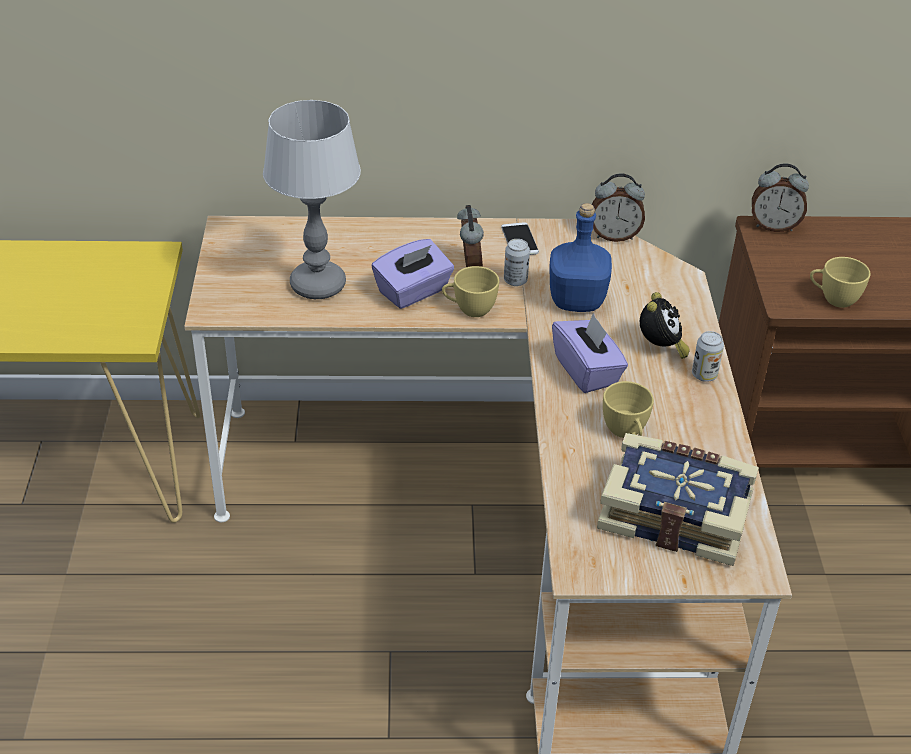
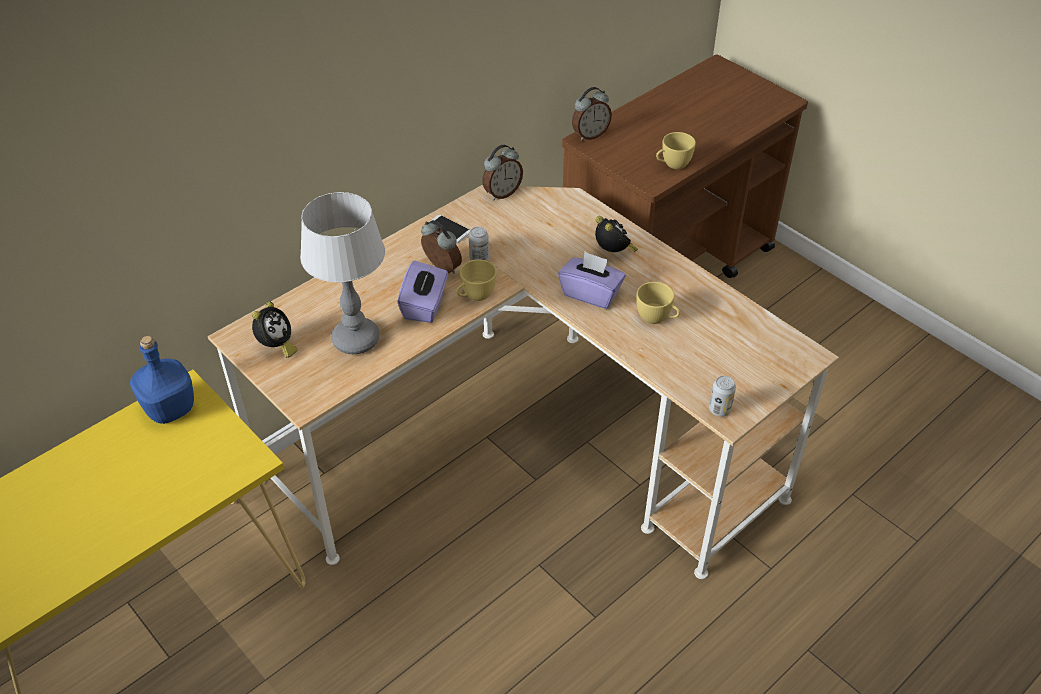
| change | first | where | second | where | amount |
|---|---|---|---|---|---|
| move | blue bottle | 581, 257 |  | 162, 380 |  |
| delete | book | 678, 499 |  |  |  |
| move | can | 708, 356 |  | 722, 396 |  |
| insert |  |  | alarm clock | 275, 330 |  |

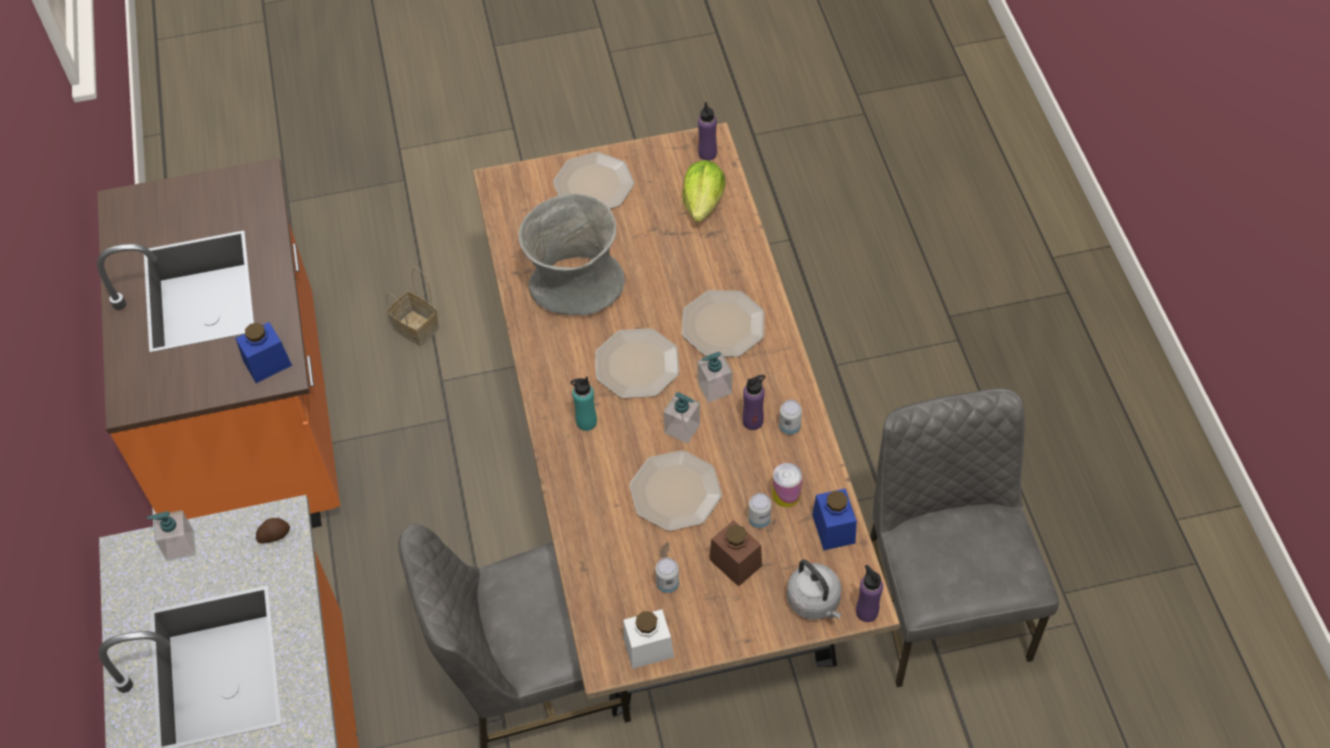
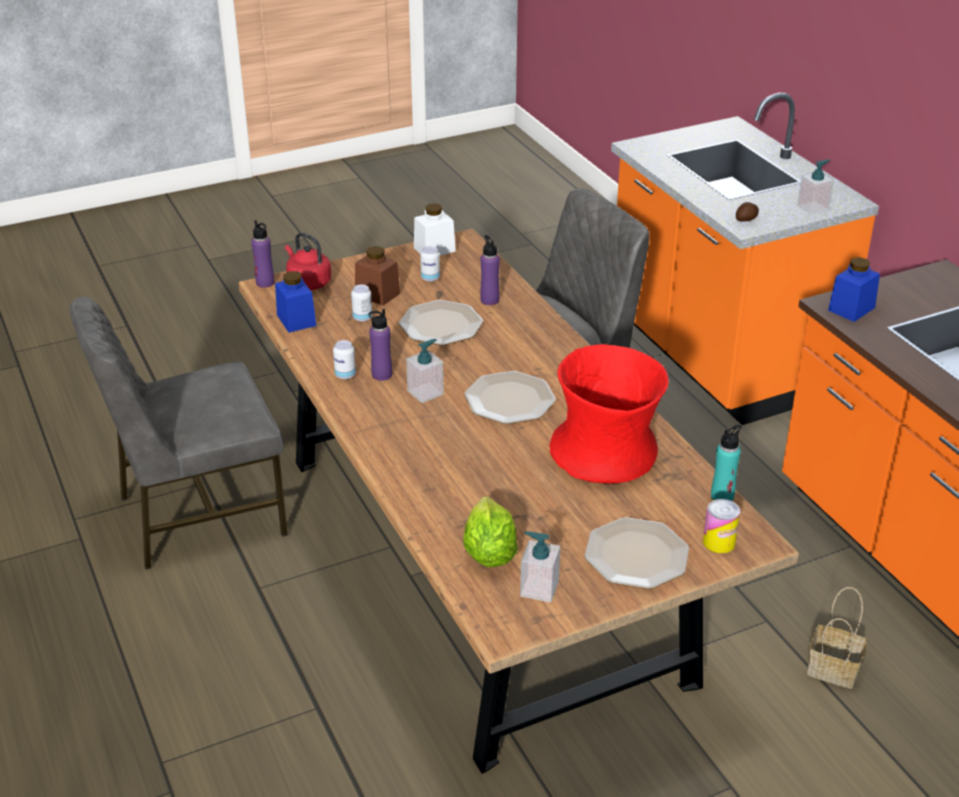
| change | first | where | second | where | amount |
|---|---|---|---|---|---|
| recolor | grey vase | 571, 255 | red vase | 609, 414 |  |
| move | turquoise bottle | 583, 403 |  | 726, 463 |  |
| move | soap dispenser | 682, 417 |  | 540, 567 |  |
| delete | plate | 723, 323 |  |  |  |
| move | purple bottle | 707, 131 |  | 490, 270 |  |
| move | can | 787, 485 |  | 721, 526 |  |
| recolor | grey kettle | 814, 590 | red kettle | 308, 261 |  |
| rotate | grey chair | 964, 537 |  | 178, 433 | 90 degrees clockwise |

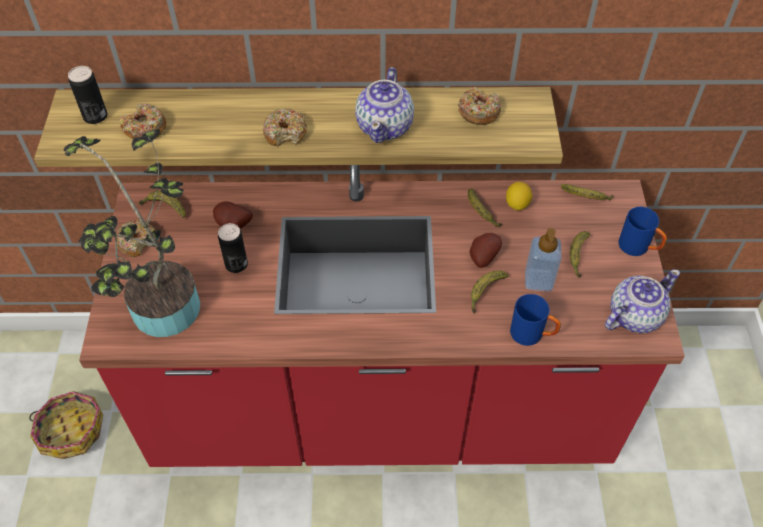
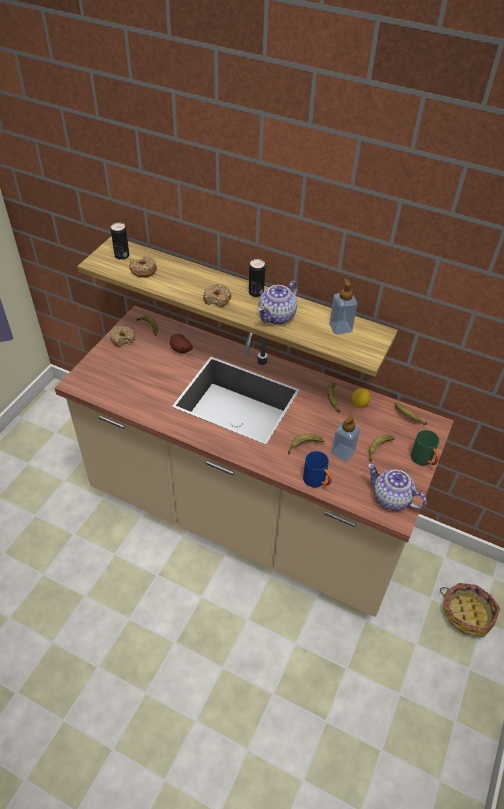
| change | first | where | second | where | amount |
|---|---|---|---|---|---|
| move | basket | 66, 425 |  | 470, 610 |  |
| delete | potted plant | 132, 233 |  |  |  |
| recolor | red counter | 382, 316 | beige counter | 254, 461 |  |
| move | can | 233, 248 |  | 257, 278 |  |
| replace | donut | 479, 106 | soap dispenser | 343, 307 |  |
| delete | potato | 485, 250 |  |  |  |
| rotate | teapot | 642, 301 |  | 397, 487 | 135 degrees counterclockwise |
| recolor | blue mug | 643, 231 | green mug | 425, 447 |  |

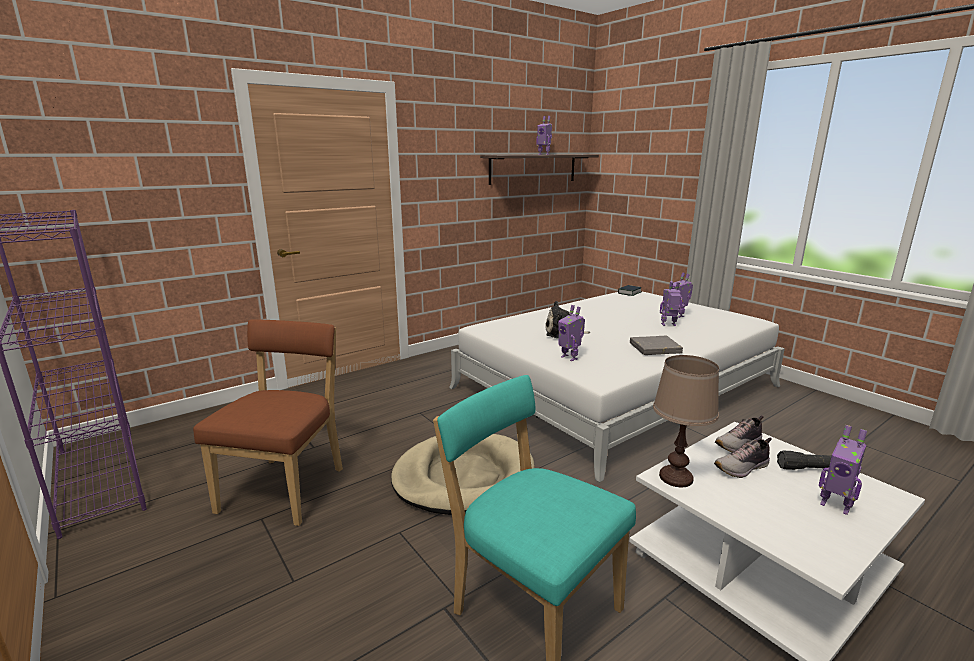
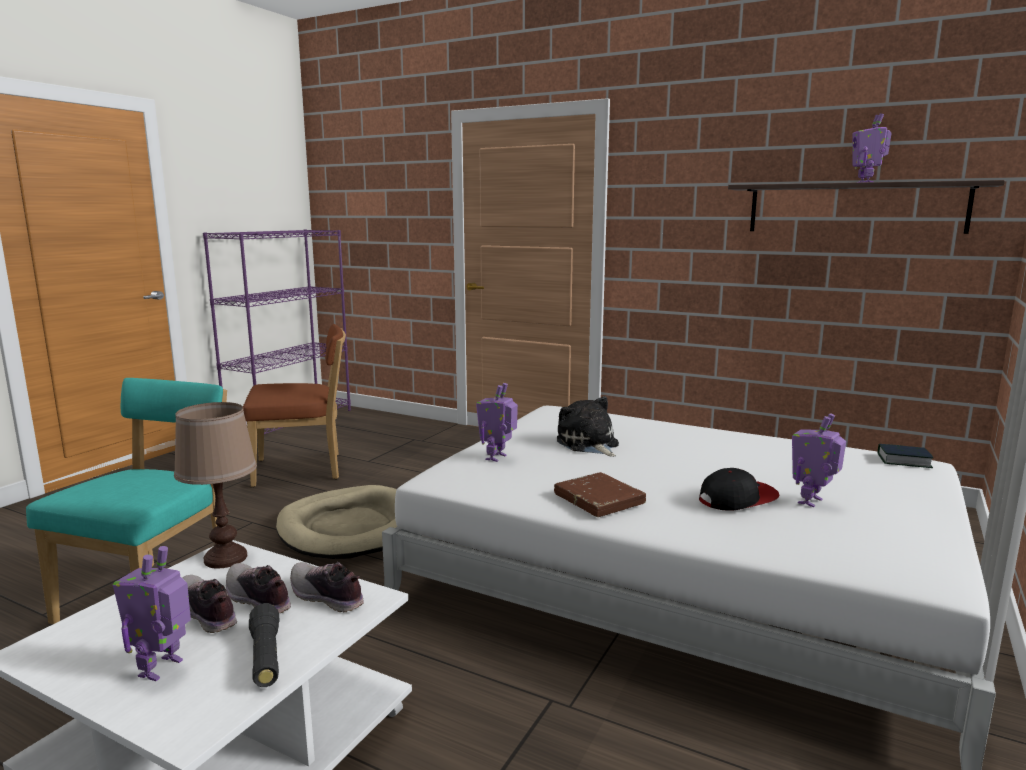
| change | first | where | second | where | amount |
|---|---|---|---|---|---|
| recolor | grey book | 656, 345 | brown book | 600, 494 |  |
| replace | toy robot | 670, 303 | cap | 739, 489 |  |
| insert |  |  | shoe | 210, 604 |  |

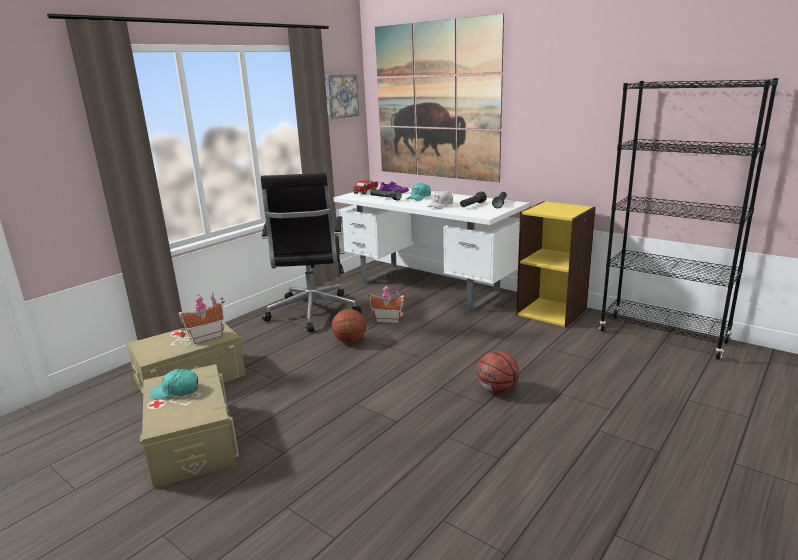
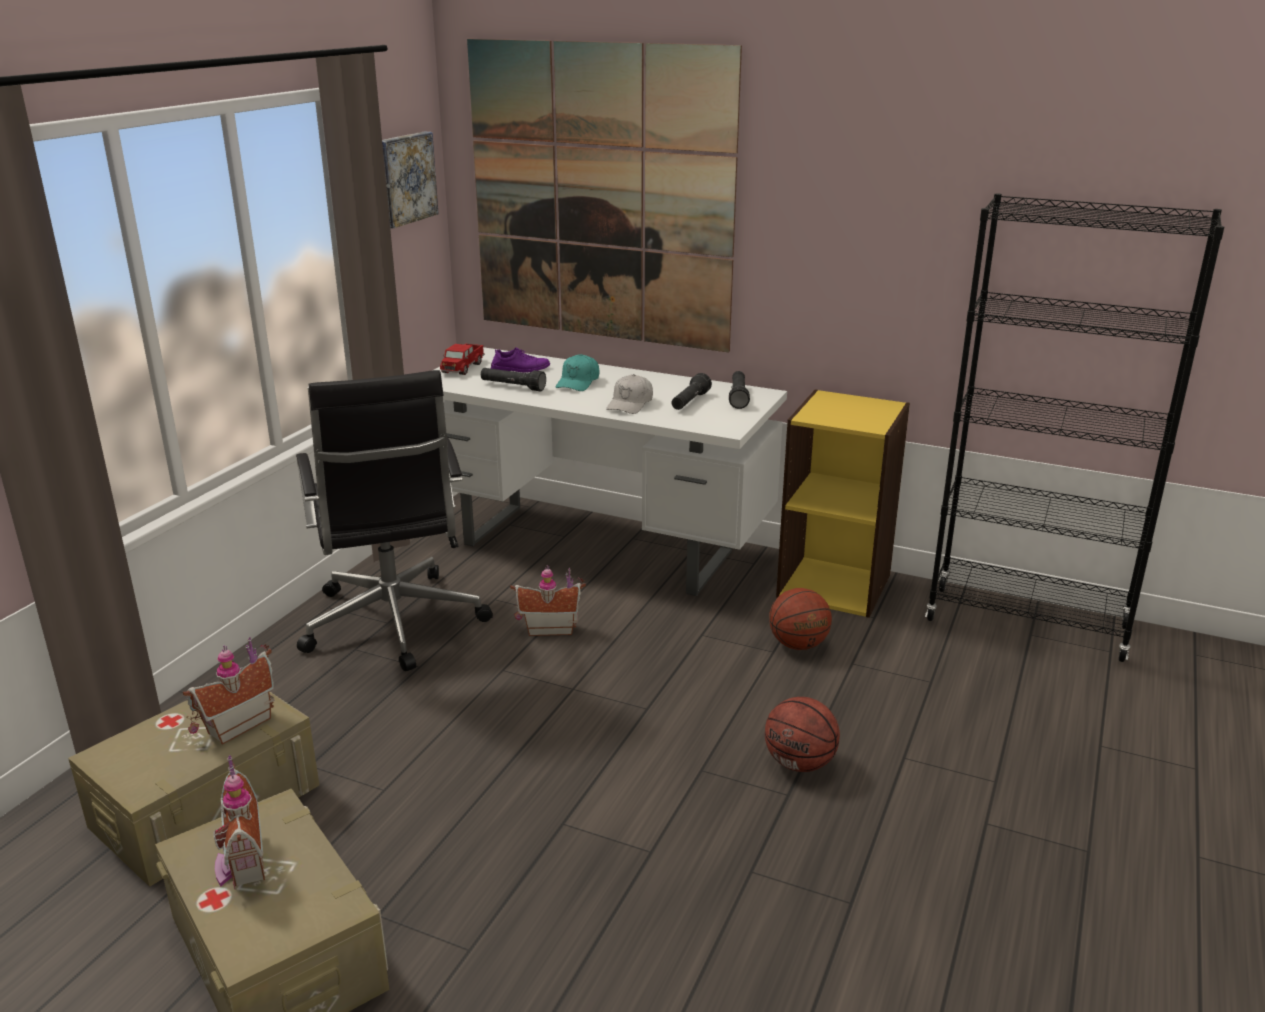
| change | first | where | second | where | amount |
|---|---|---|---|---|---|
| replace | turquoise cap | 174, 384 | toy house | 239, 822 |  |
| move | basketball | 349, 326 |  | 800, 619 |  |

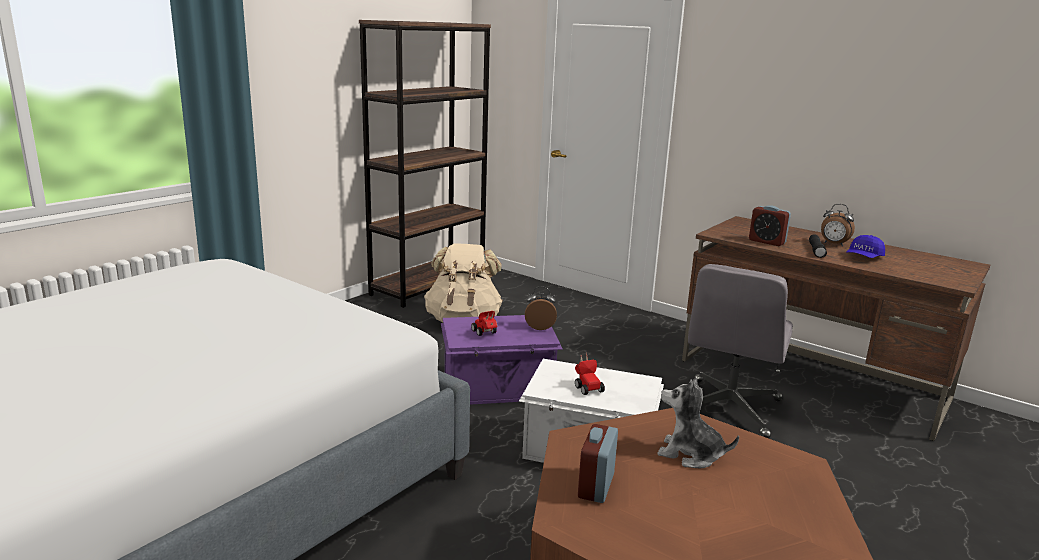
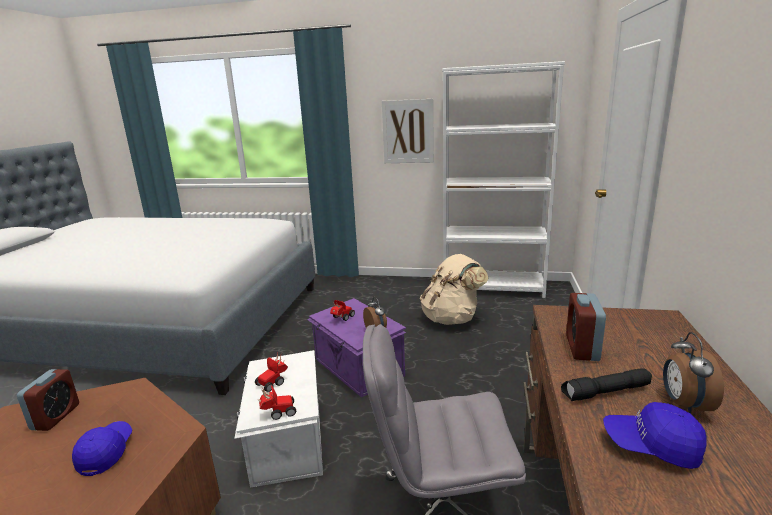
| change | first | where | second | where | amount |
|---|---|---|---|---|---|
| recolor | brown bookcase | 425, 164 | white bookcase | 503, 179 |  |
| rotate | alarm clock | 598, 463 |  | 48, 400 | 105 degrees clockwise |
| replace | plush toy | 698, 423 | blue cap | 102, 448 |  |
| insert |  |  | toy car | 277, 402 |  |
| insert |  |  | picture | 408, 131 |  |

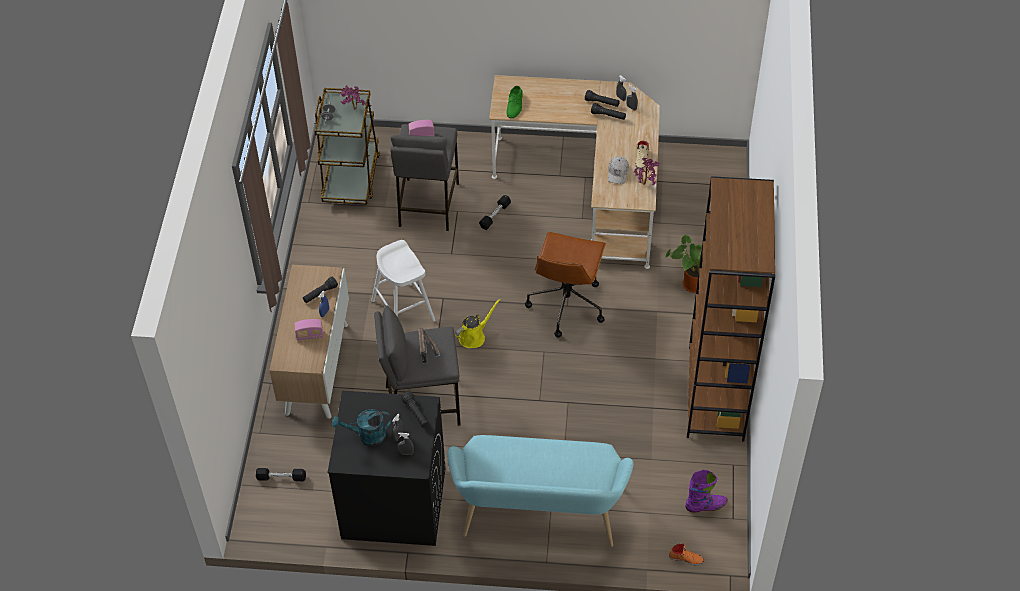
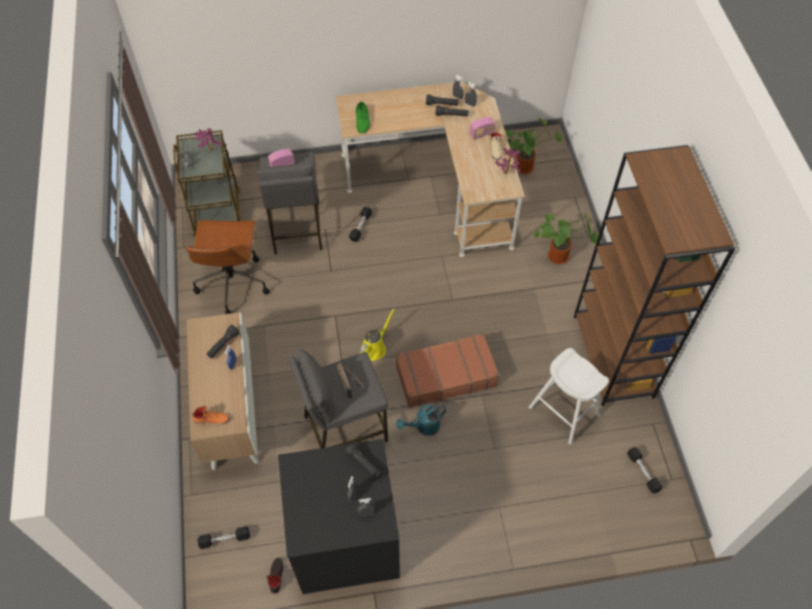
| change | first | where | second | where | amount |
|---|---|---|---|---|---|
| move | radio | 309, 329 |  | 482, 128 |  |
| move | turquoise watering can | 361, 427 |  | 421, 420 |  |
| move | white stool | 403, 281 |  | 569, 396 |  |
| delete | turquoise bench | 540, 491 |  |  |  |
| move | brown office chair | 565, 285 |  | 227, 267 |  |
| delete | white cap | 618, 170 |  |  |  |
| move | orange shoe | 686, 554 |  | 210, 415 |  |
| replace | purple boot | 706, 491 | black dumbbell | 644, 470 |  |
| insert |  |  | black shoe | 275, 575 |  |
| insert |  |  | brown suitcase | 448, 370 |  |
| insert |  |  | potted plant | 533, 146 |  |

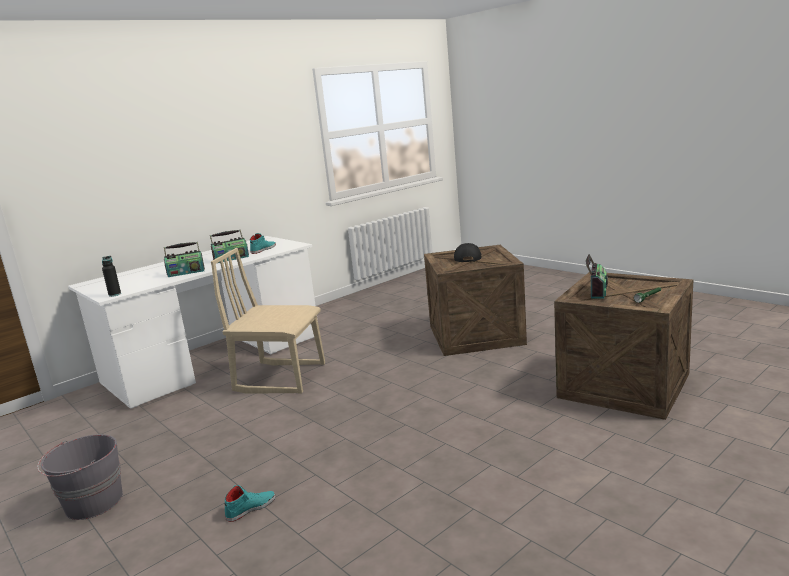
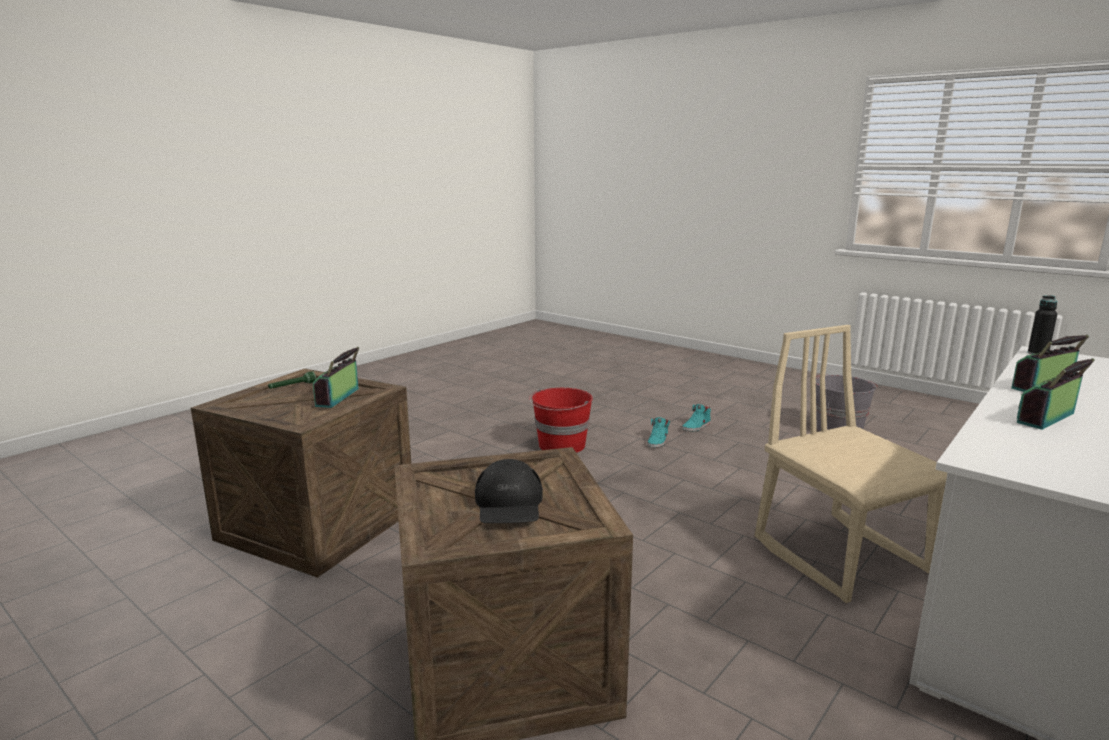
| change | first | where | second | where | amount |
|---|---|---|---|---|---|
| rotate | beige chair | 268, 321 |  | 851, 464 | 120 degrees counterclockwise |
| move | turquoise shoe | 263, 243 |  | 658, 432 |  |
| insert |  |  | red bucket | 561, 420 |  |

